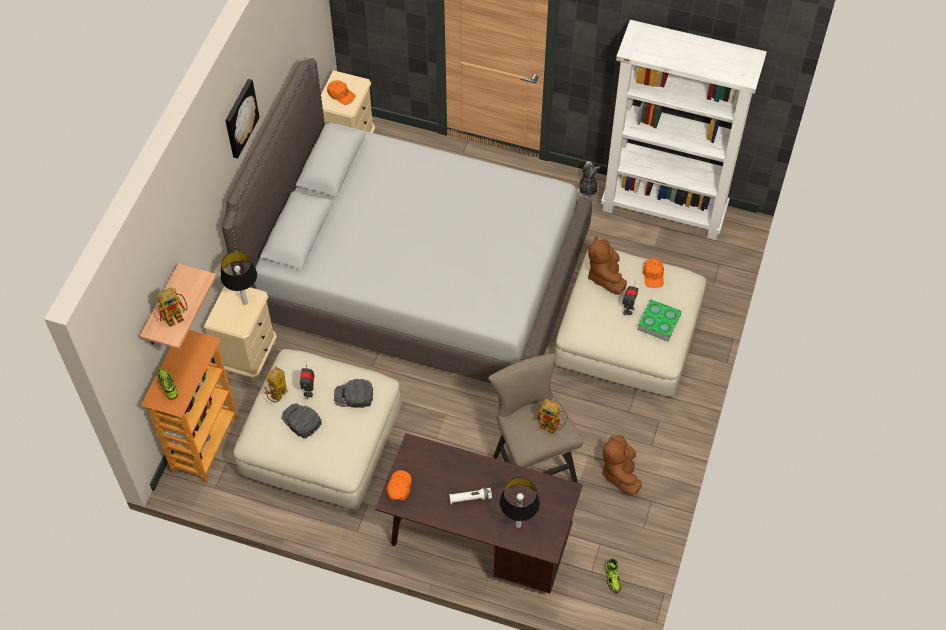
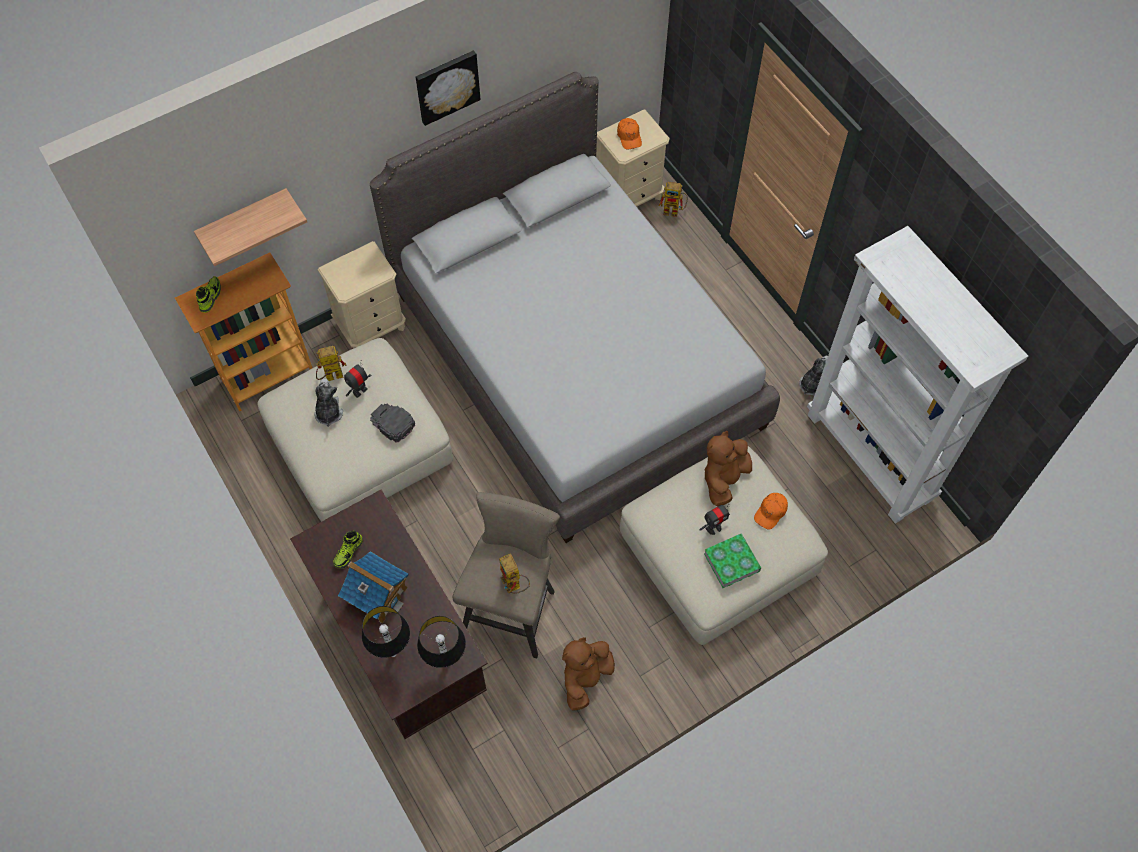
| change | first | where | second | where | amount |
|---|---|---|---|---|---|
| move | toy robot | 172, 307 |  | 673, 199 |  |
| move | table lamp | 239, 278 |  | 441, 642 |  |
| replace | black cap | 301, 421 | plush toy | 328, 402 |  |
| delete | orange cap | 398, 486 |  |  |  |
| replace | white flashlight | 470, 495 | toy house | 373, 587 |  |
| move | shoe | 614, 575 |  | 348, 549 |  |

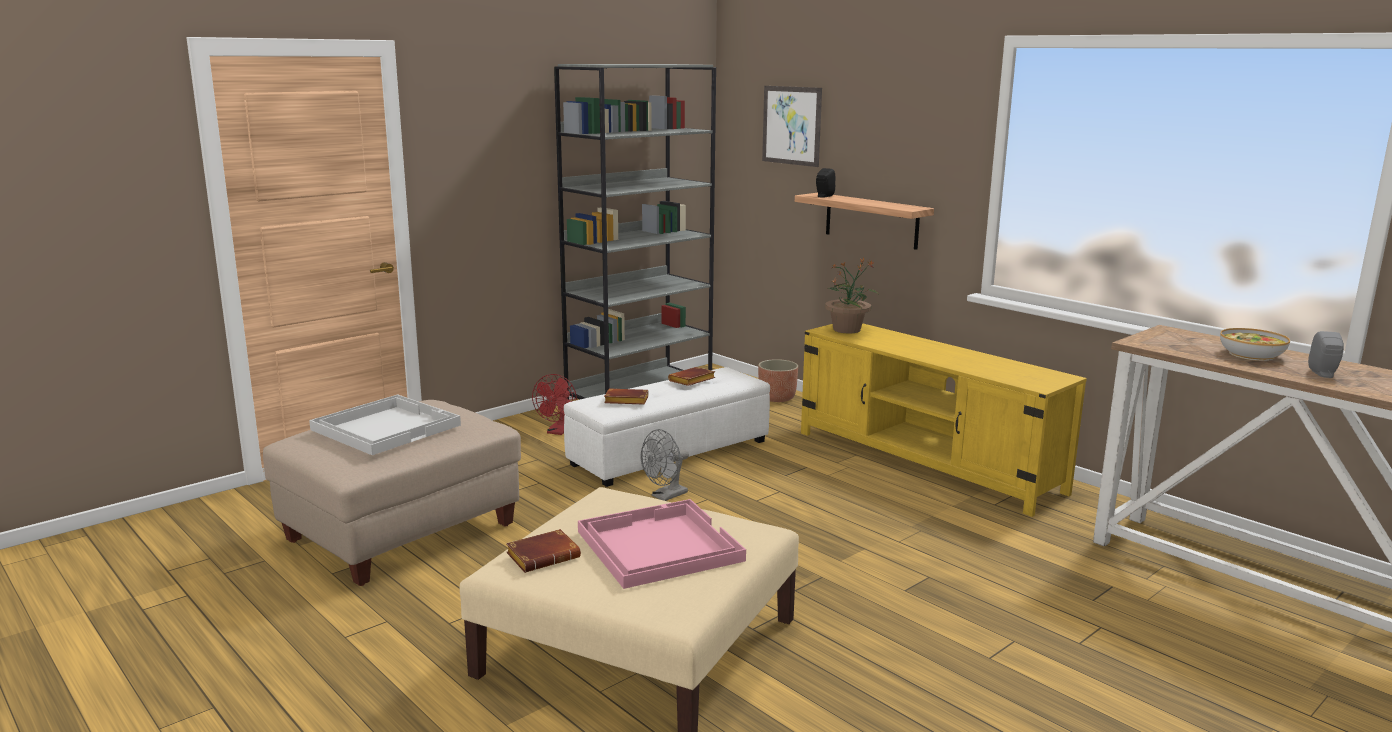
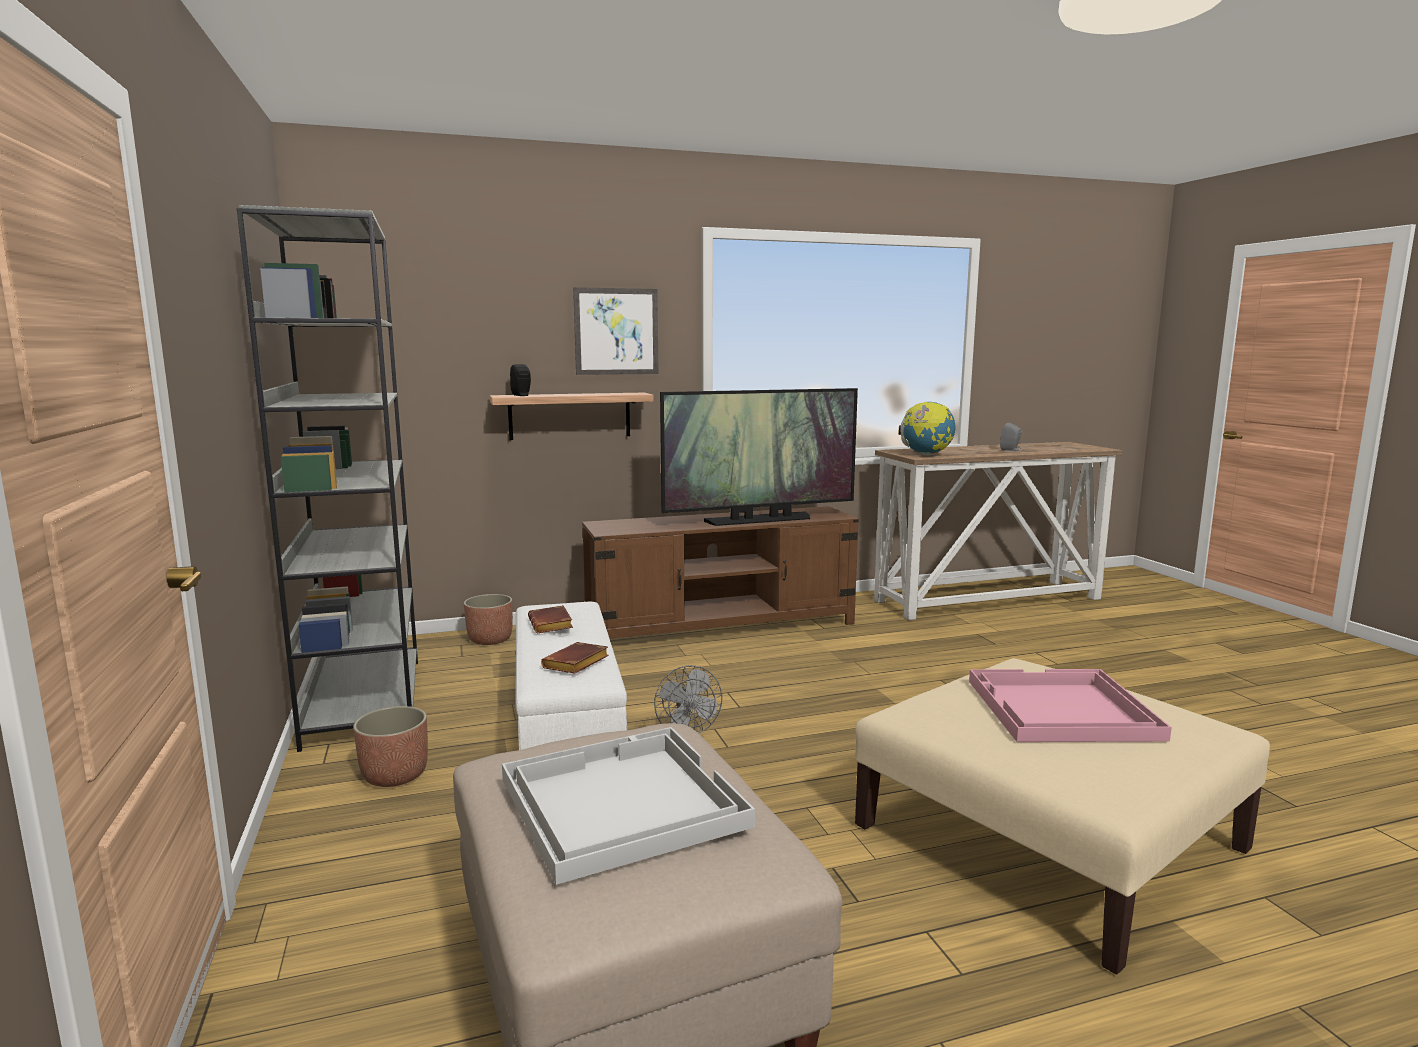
| change | first | where | second | where | amount |
|---|---|---|---|---|---|
| delete | brown book | 543, 551 |  |  |  |
| replace | red fan | 554, 404 | planter | 390, 746 |  |
| move | picture | 792, 126 |  | 616, 331 |  |
| recolor | yellow tv stand | 944, 420 | brown tv stand | 720, 572 |  |
| delete | potted plant | 852, 295 |  |  |  |
| delete | bowl | 1255, 344 |  |  |  |
| insert |  |  | television | 759, 457 |  |
| insert |  |  | globe | 927, 428 |  |

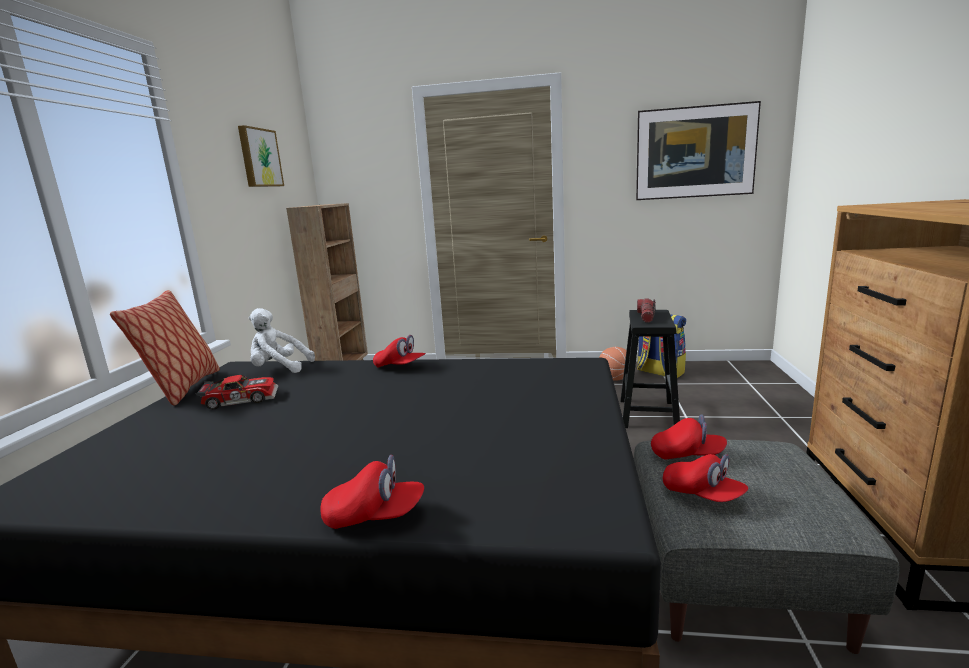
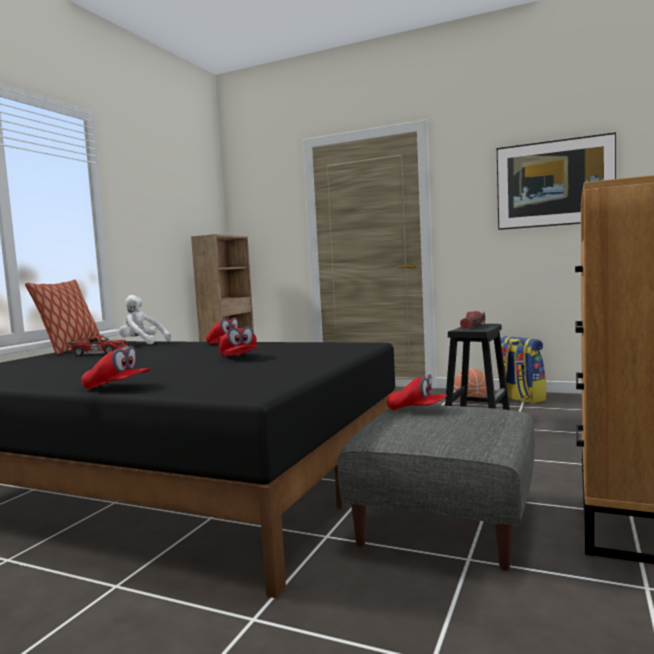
| change | first | where | second | where | amount |
|---|---|---|---|---|---|
| delete | picture | 261, 156 |  |  |  |
| move | red cap | 705, 478 |  | 239, 341 |  |

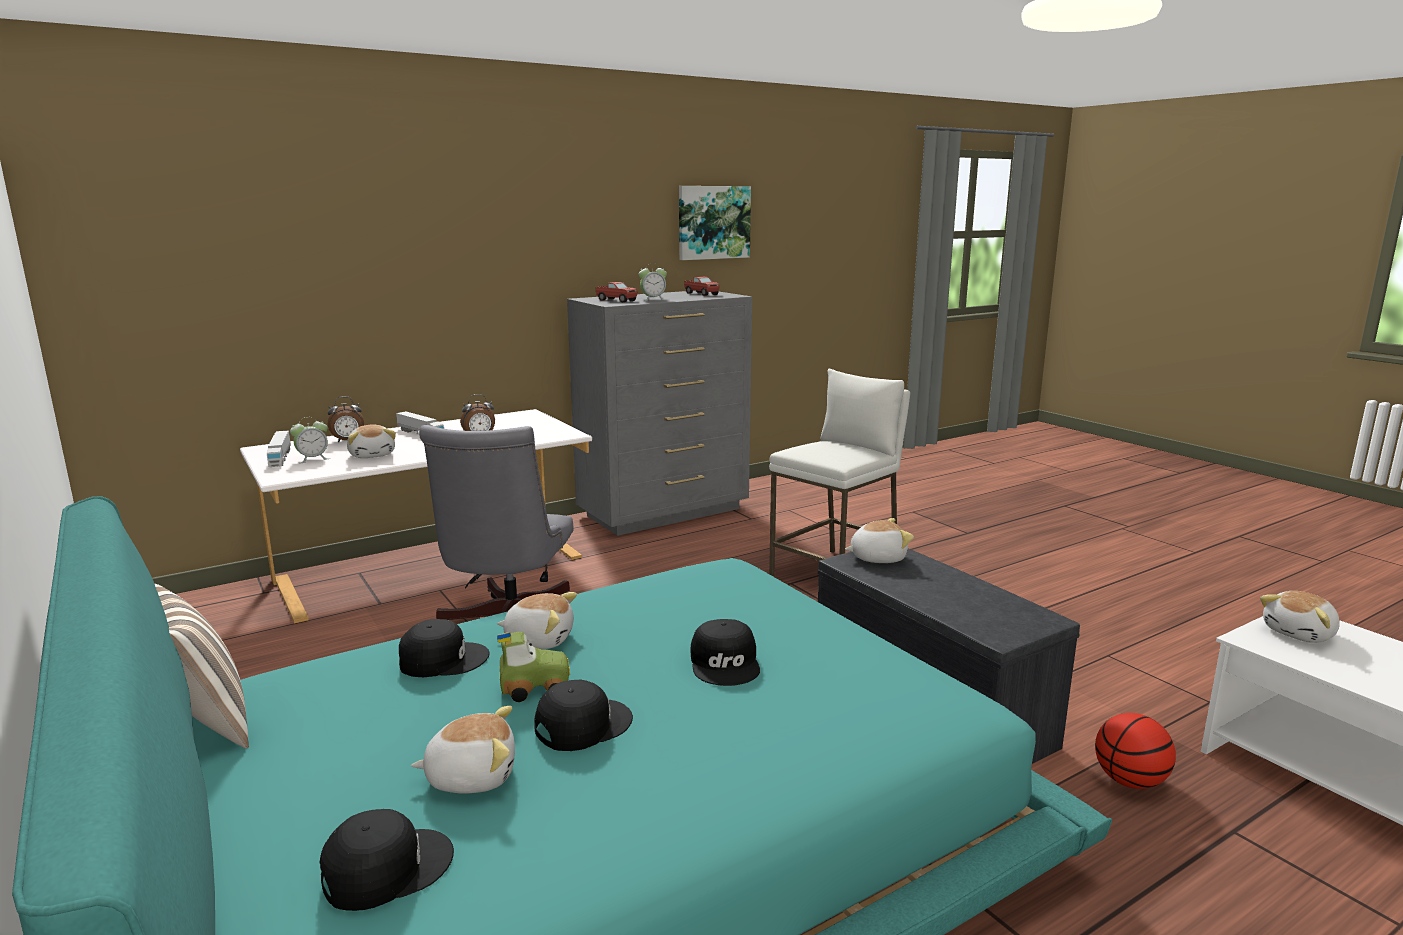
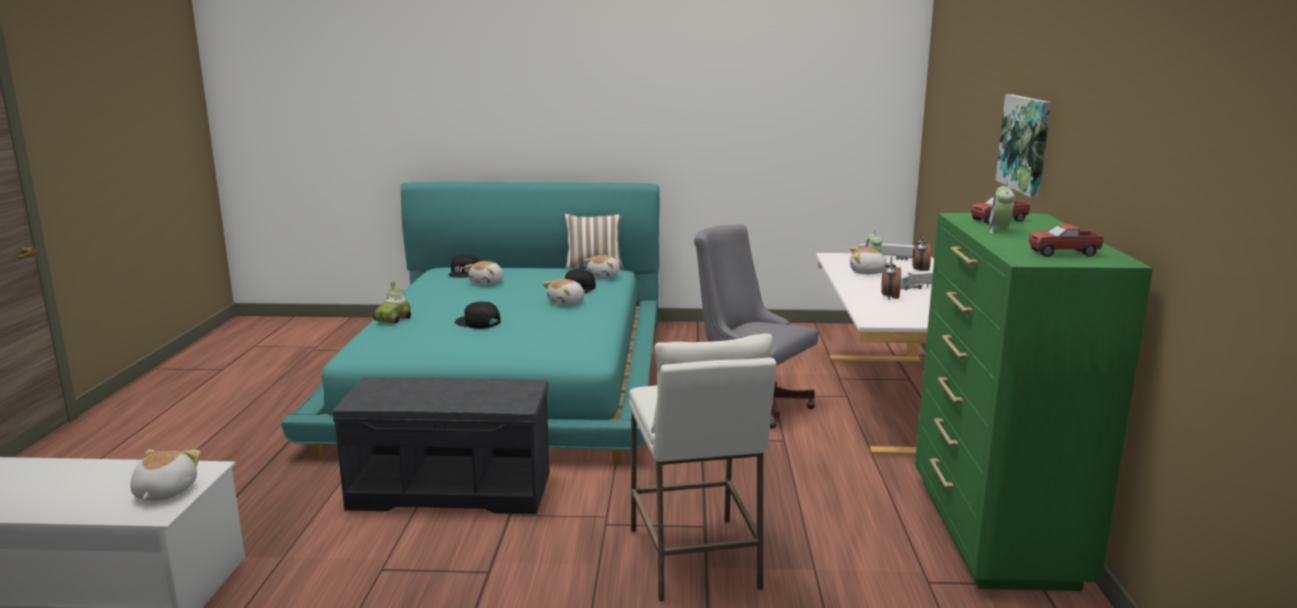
| change | first | where | second | where | amount |
|---|---|---|---|---|---|
| move | toy car | 533, 667 |  | 392, 302 |  |
| delete | black cap | 583, 715 |  |  |  |
| recolor | grey dresser | 659, 413 | green dresser | 1034, 402 |  |
| move | picture | 715, 223 |  | 1023, 146 |  |
| move | plush toy | 879, 540 |  | 602, 266 |  |
| delete | basketball | 1135, 751 |  |  |  |

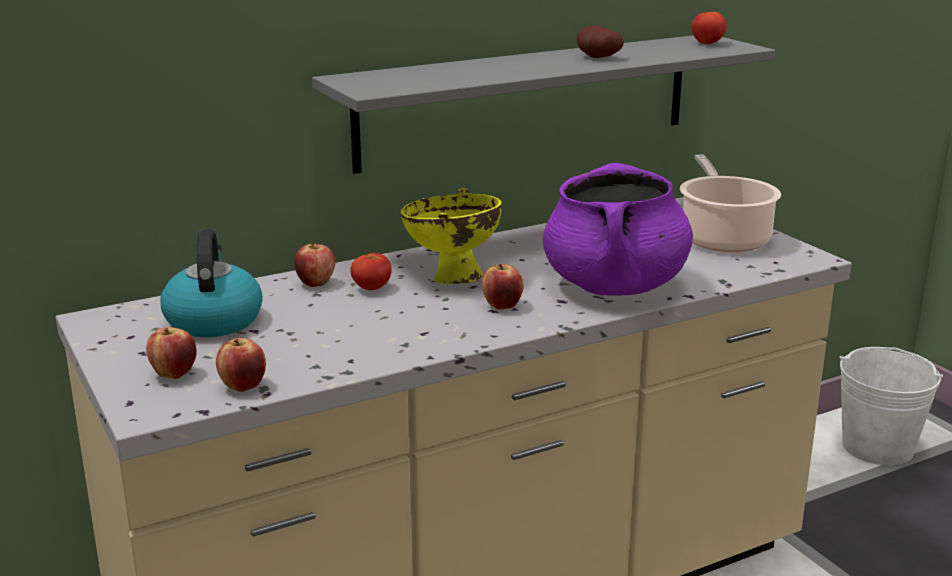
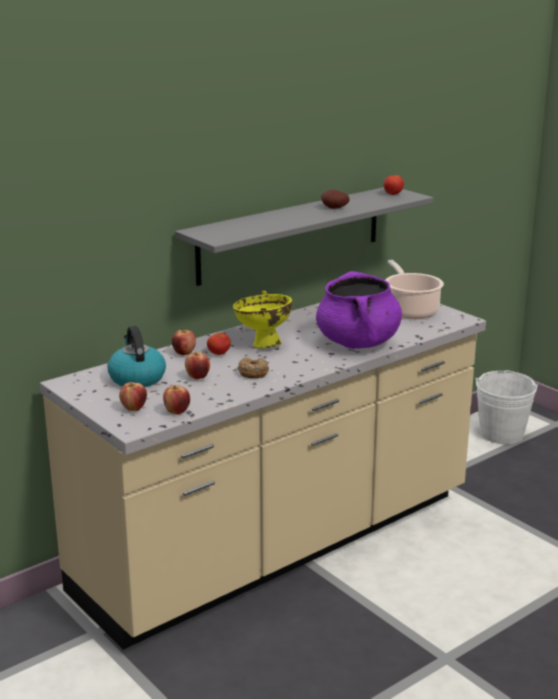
| change | first | where | second | where | amount |
|---|---|---|---|---|---|
| move | apple | 502, 287 |  | 197, 366 |  |
| insert |  |  | donut | 253, 367 |  |

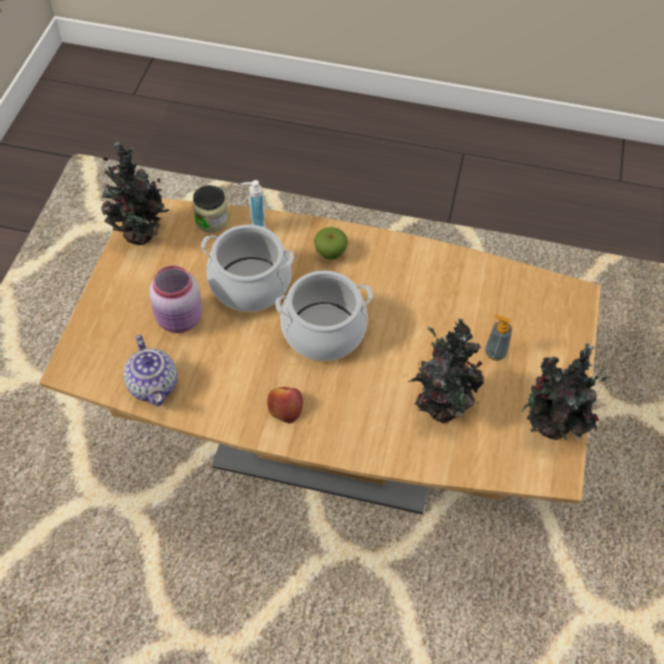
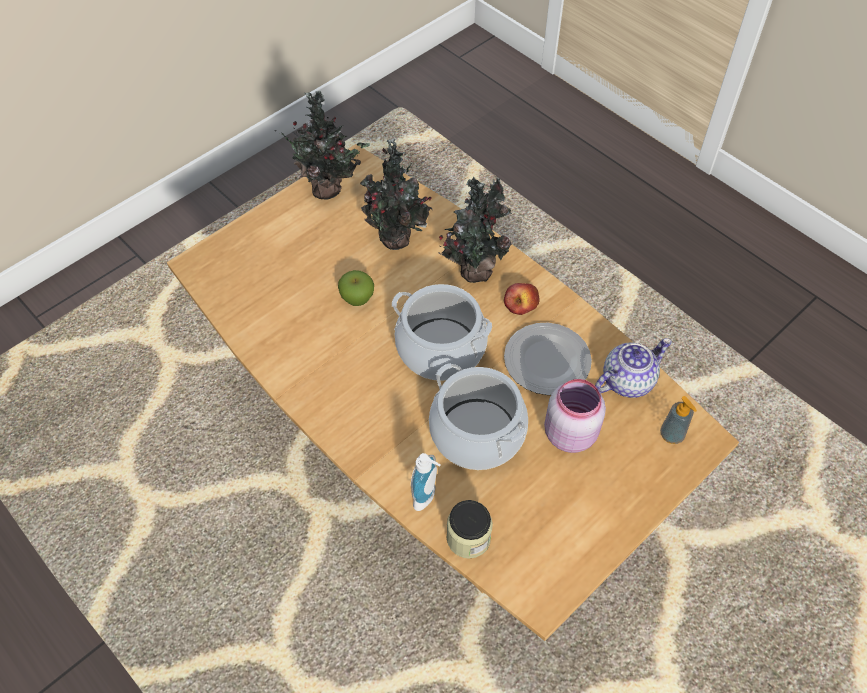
| change | first | where | second | where | amount |
|---|---|---|---|---|---|
| move | potted plant | 135, 193 |  | 475, 229 |  |
| rotate | teapot | 150, 370 |  | 633, 368 | 45 degrees clockwise |
| move | apple | 331, 243 |  | 356, 288 |  |
| move | soap dispenser | 498, 337 |  | 678, 420 |  |
| insert |  |  | plate | 548, 359 |  |

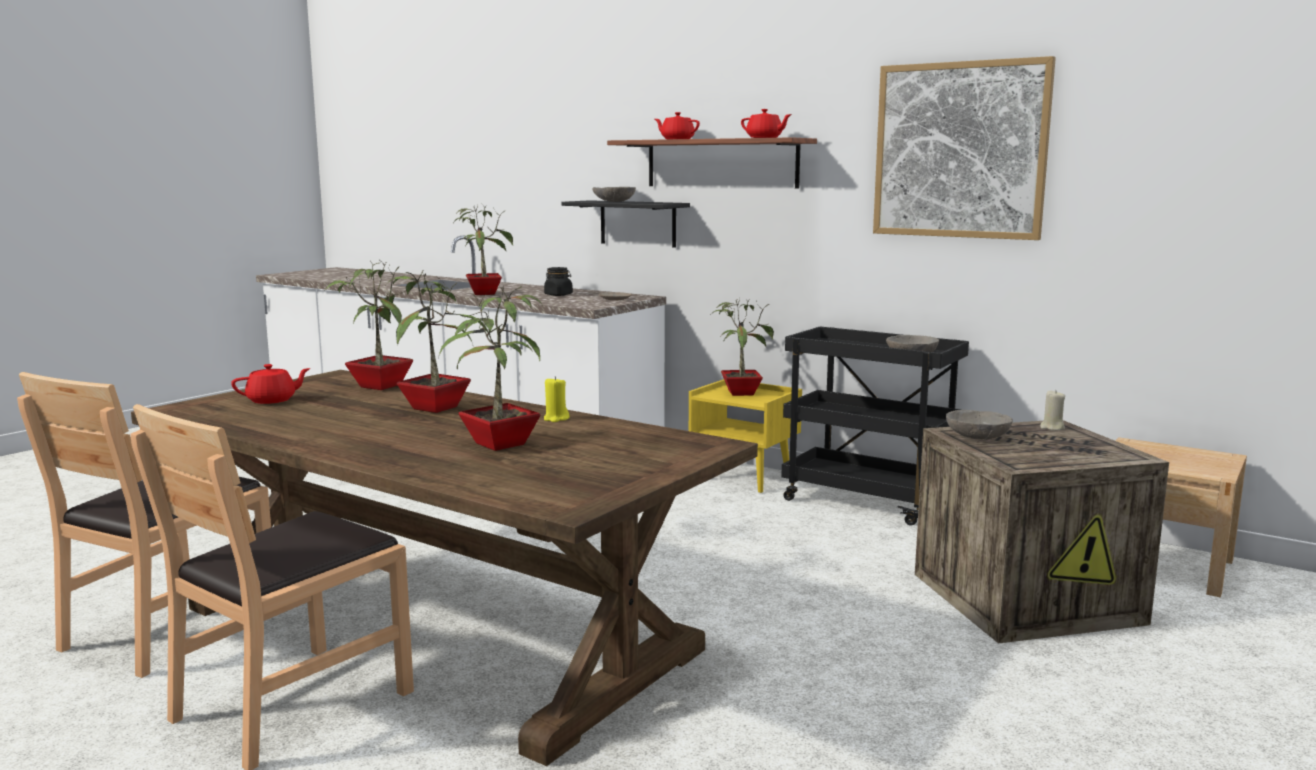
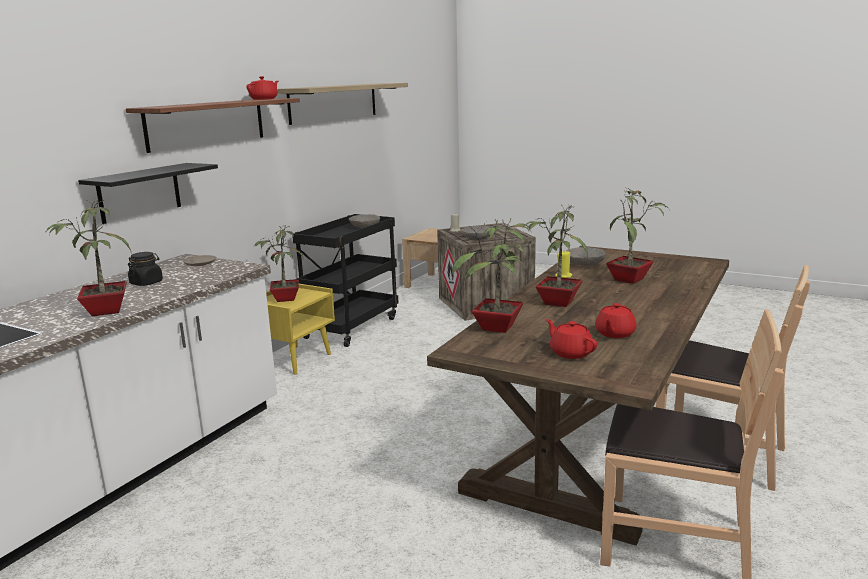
| change | first | where | second | where | amount |
|---|---|---|---|---|---|
| move | grey bowl | 614, 194 |  | 586, 256 |  |
| move | red teapot | 677, 125 |  | 616, 320 |  |
| replace | picture | 964, 148 | shelf | 342, 104 |  |

